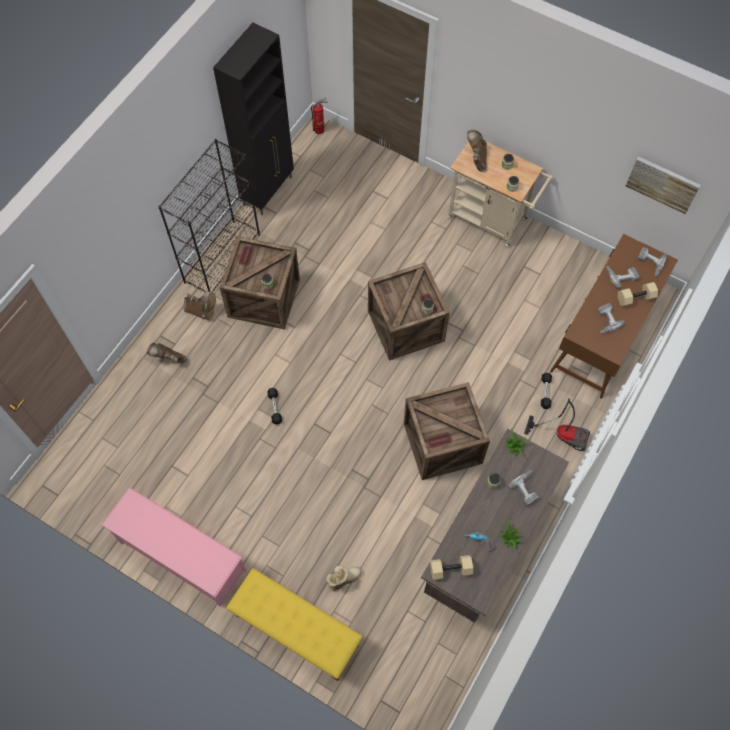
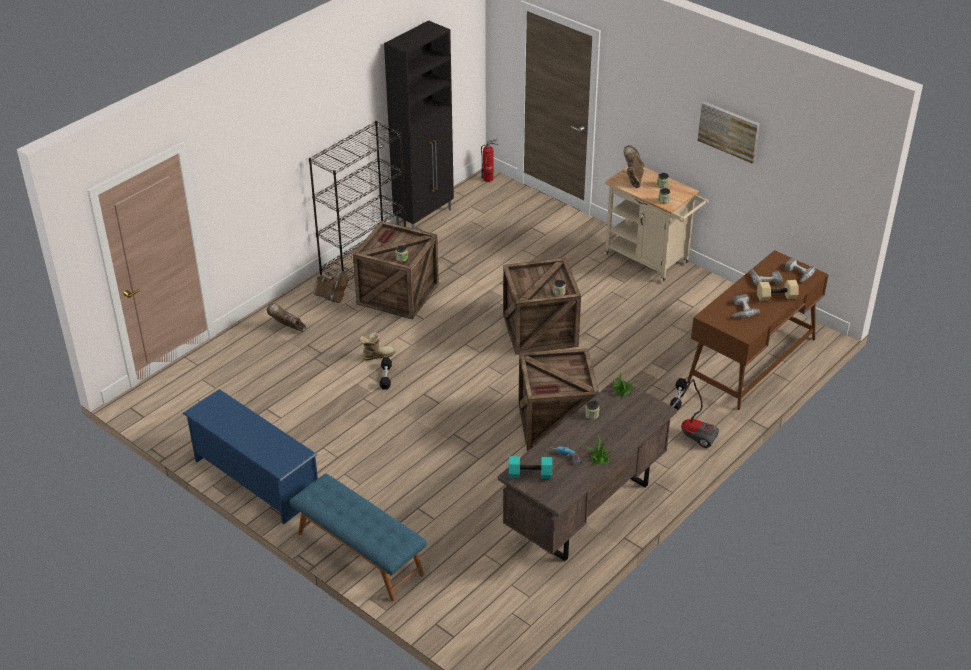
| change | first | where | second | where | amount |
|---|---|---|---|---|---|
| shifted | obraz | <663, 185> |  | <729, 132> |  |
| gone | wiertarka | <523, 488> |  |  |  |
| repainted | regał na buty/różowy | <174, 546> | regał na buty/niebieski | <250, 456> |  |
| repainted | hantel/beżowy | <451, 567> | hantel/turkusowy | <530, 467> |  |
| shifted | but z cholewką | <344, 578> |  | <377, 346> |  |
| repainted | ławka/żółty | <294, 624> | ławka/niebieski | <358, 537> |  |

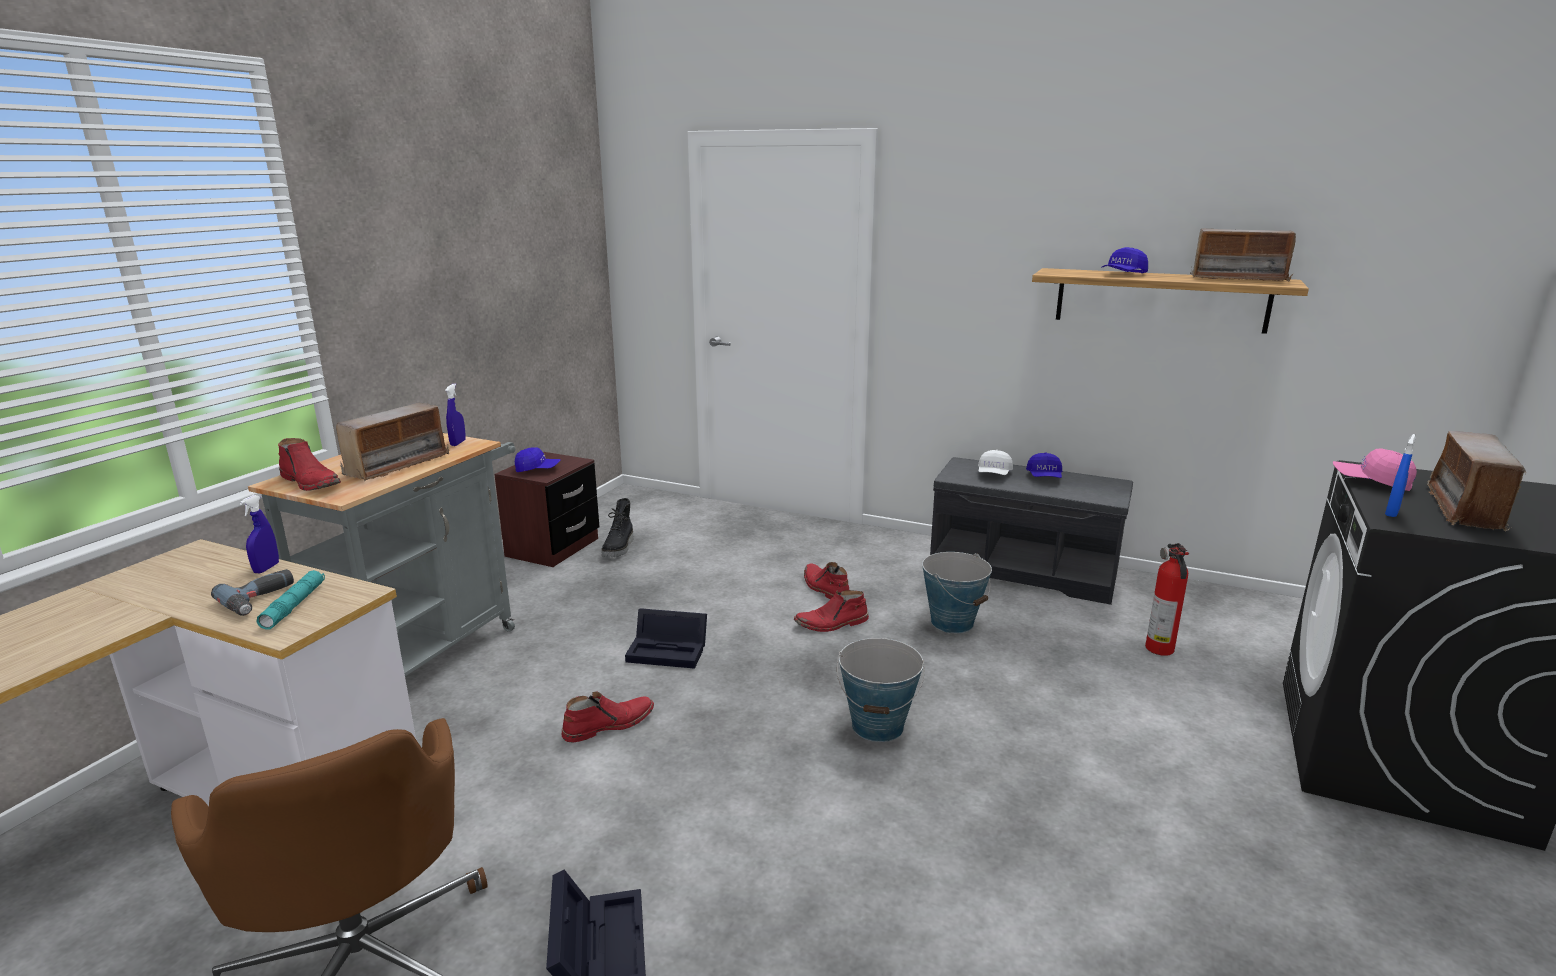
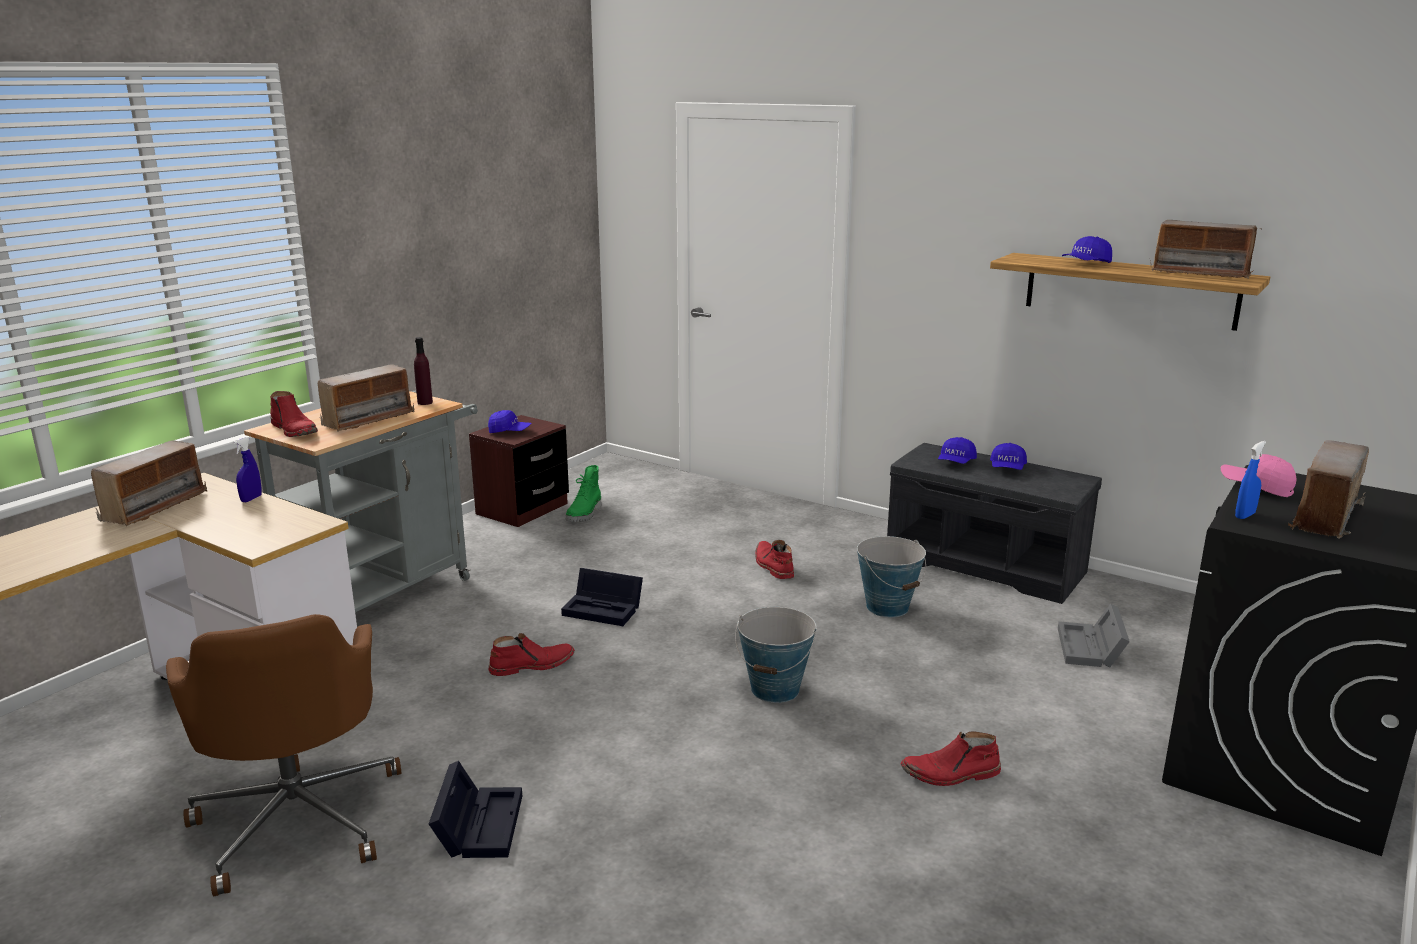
| change | first | where | second | where | amount |
|---|---|---|---|---|---|
| swapped | spryskiwacz/niebieski | <455, 414> | butelka/fioletowy | <423, 371> |  |
| repainted | czapka z daszkiem/biały | <995, 462> | czapka z daszkiem/niebieski | <957, 450> |  |
| repainted | but z cholewką/czarny | <617, 527> | but z cholewką/zielony | <583, 493> |  |
| swapped | gaśnica | <1167, 599> | pojemnik do przechowywania/szary | <1094, 635> |  |
| gone | wiertarka | <252, 592> |  |  |  |
| gone | latarka/turkusowy | <291, 600> |  |  |  |
| shifted | but z cholewką/czerwony | <831, 611> |  | <951, 758> |  |
| new |  |  | radio | <149, 483> |  |

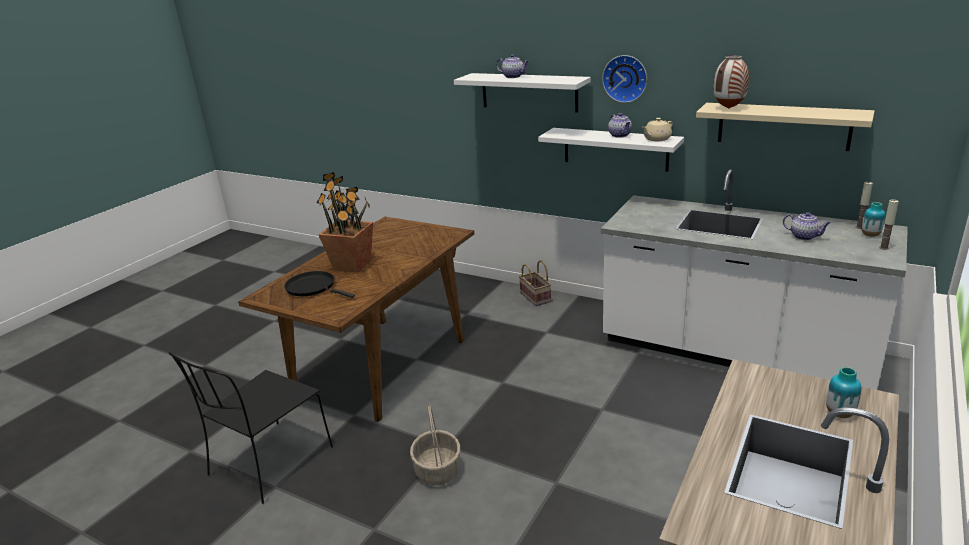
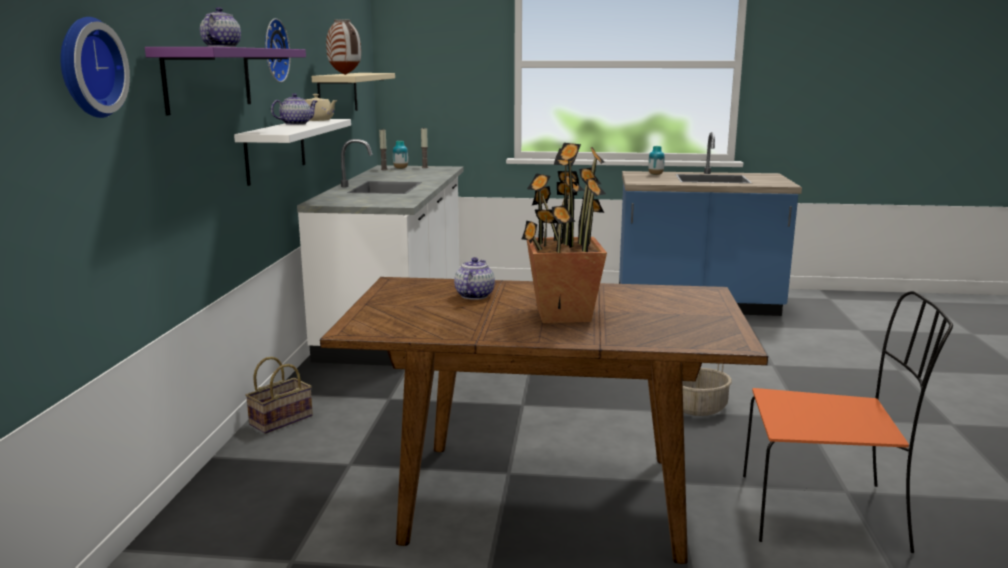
| change | first | where | second | where | amount |
|---|---|---|---|---|---|
| repainted | półka/biały | <522, 92> | półka/fioletowy | <225, 81> |  |
| shifted | imbryk | <807, 226> |  | <474, 278> |  |
| gone | patelnia/czarny | <319, 284> |  |  |  |
| repainted | krzesło/czarny | <251, 428> | krzesło/pomarańczowy | <848, 422> |  |
| new |  |  | zegar ścienny | <95, 67> |  |

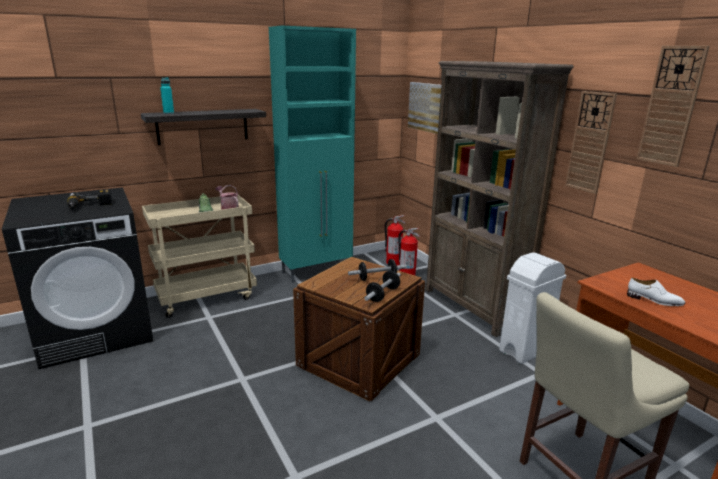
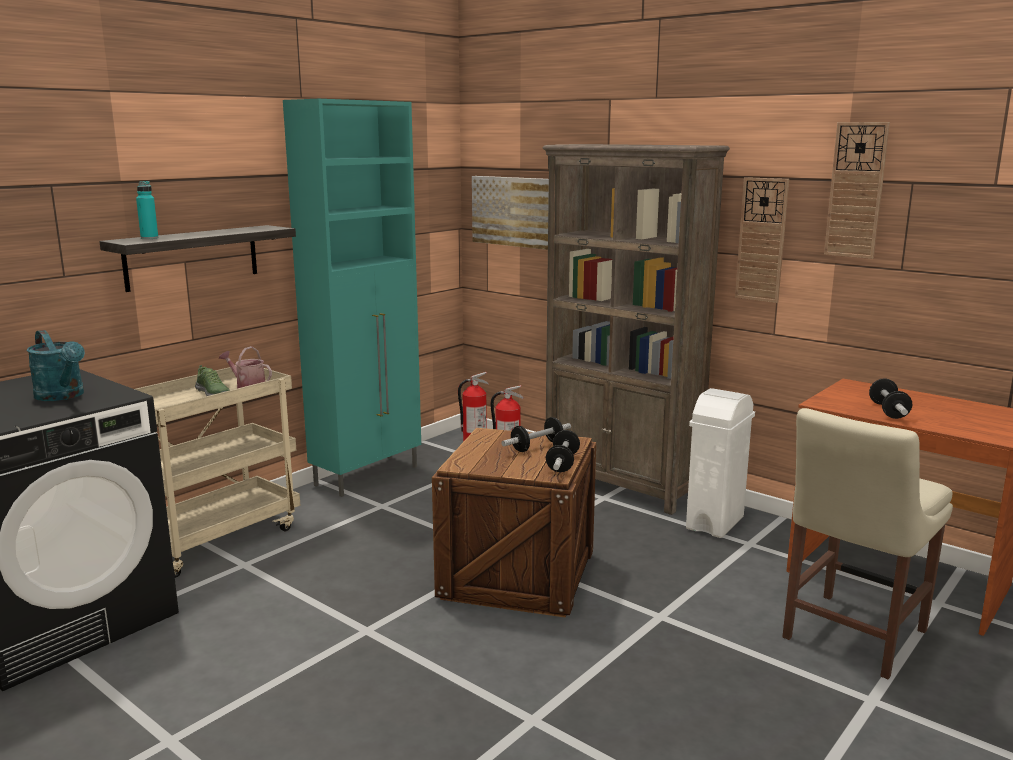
| change | first | where | second | where | amount |
|---|---|---|---|---|---|
| swapped | wiertarka | <89, 198> | konewka/turkusowy | <56, 365> |  |
| swapped | but/biały | <656, 292> | hantel | <890, 398> |  |

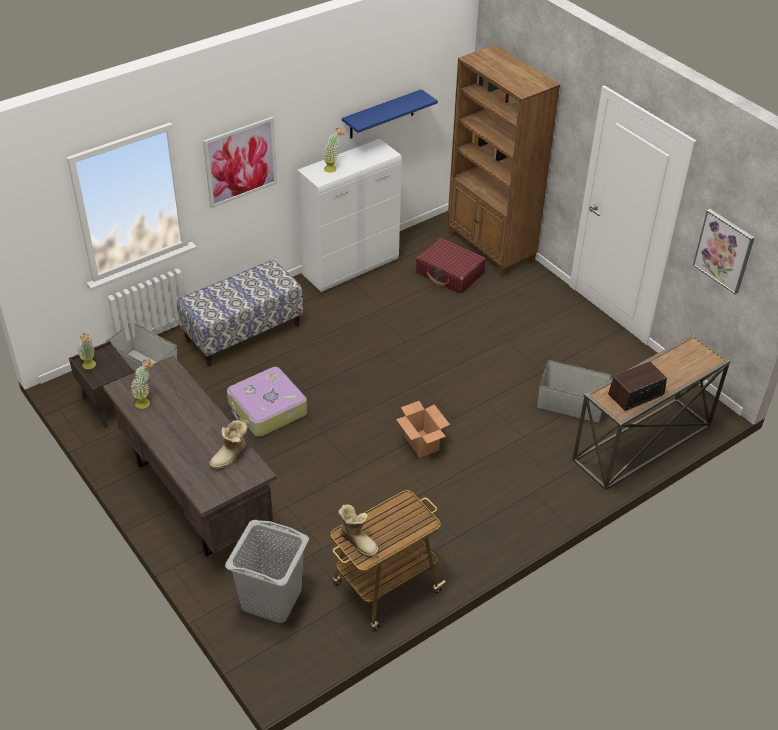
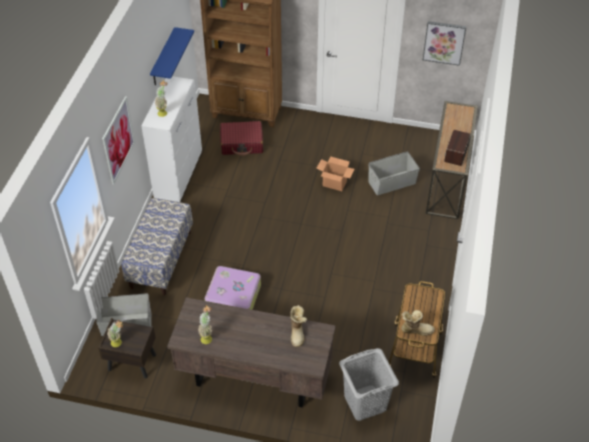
| change | first | where | second | where | amount |
|---|---|---|---|---|---|
| shifted | karton | <423, 429> |  | <335, 173> |  |

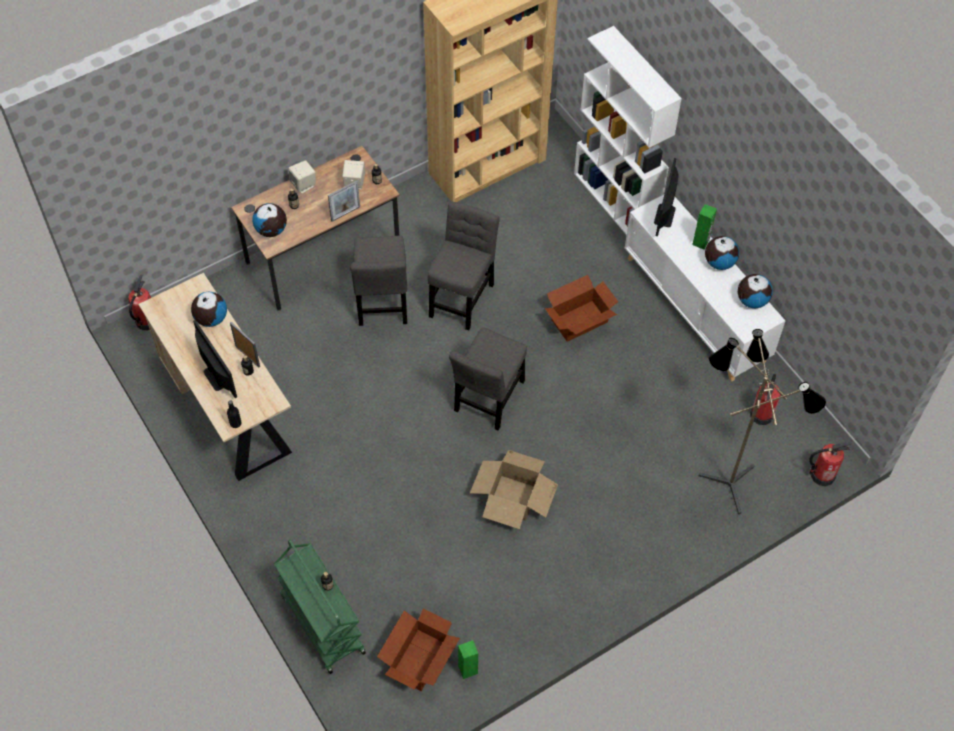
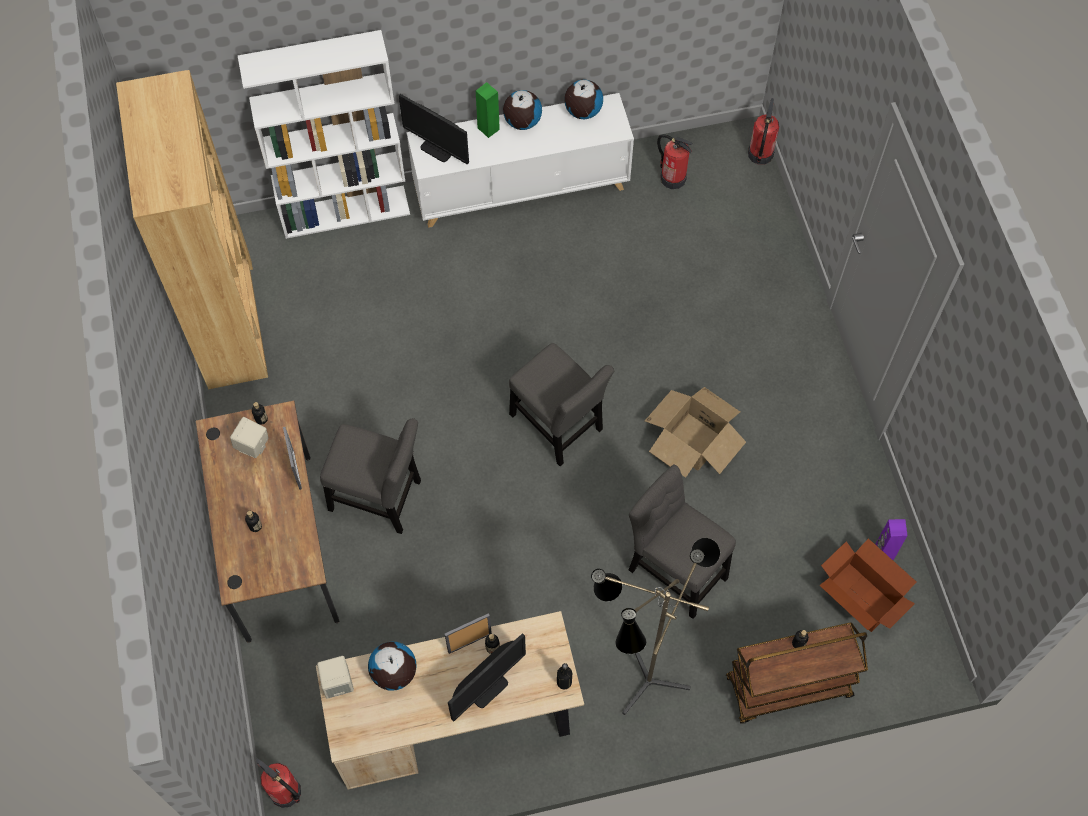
| change | first | where | second | where | amount |
|---|---|---|---|---|---|
| shifted | głośnik/beżowy | <302, 176> |  | <335, 677> |  |
| shifted | krzesło/szary | <464, 265> |  | <682, 542> |  |
| gone | globus | <269, 220> |  |  |  |
| gone | karton | <581, 308> |  |  |  |
| rotated | monitor | <215, 359> |  | <487, 677> | 150 degrees clockwise |
| shifted | lampa stojąca | <762, 421> |  | <655, 626> |  |
| repainted | wózek/zielony | <320, 607> | wózek/brązowy | <797, 673> |  |
| repainted | głośnik/zielony | <468, 659> | głośnik/fioletowy | <892, 539> |  |

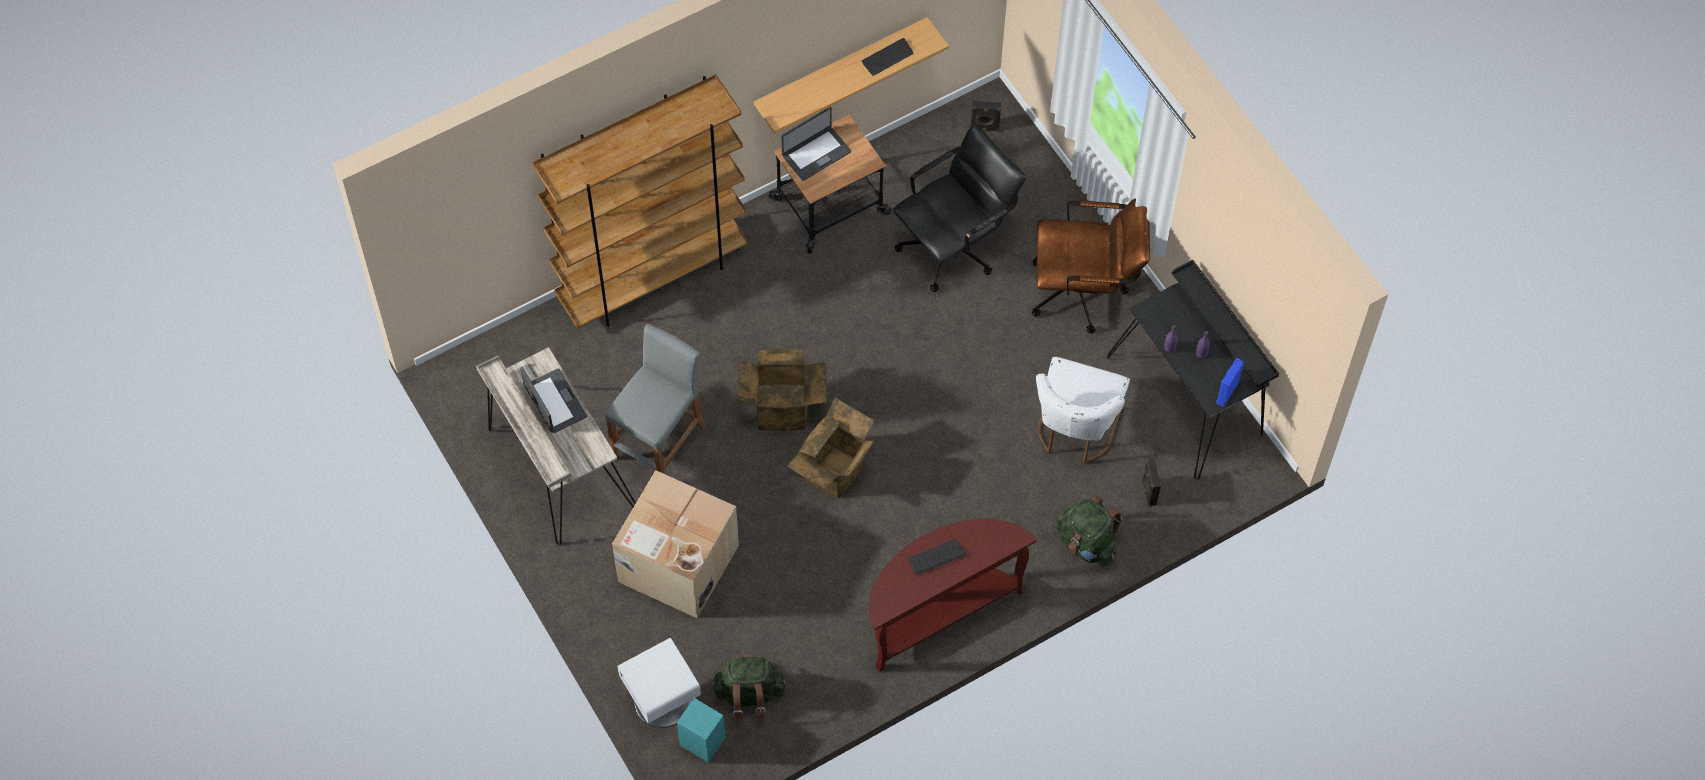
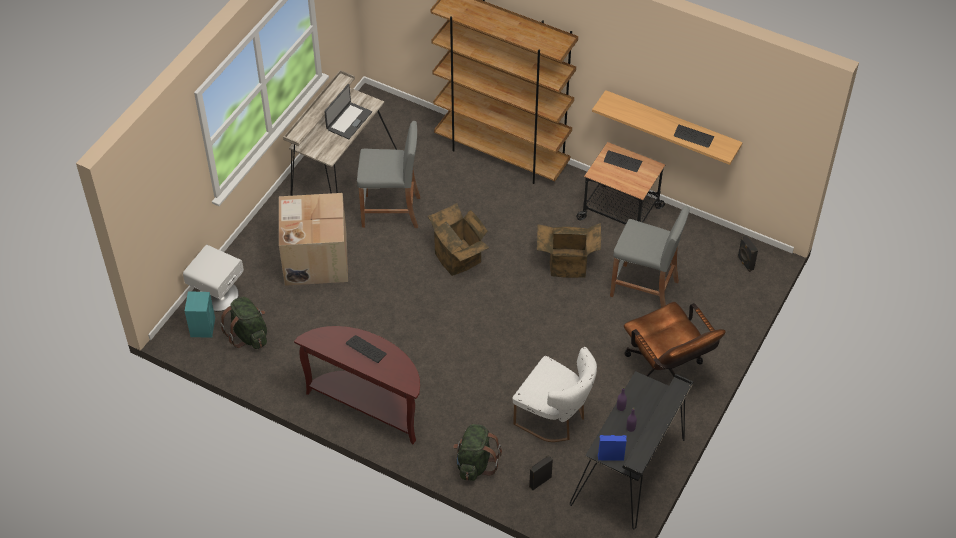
| change | first | where | second | where | amount |
|---|---|---|---|---|---|
| swapped | laptop | <816, 144> | klawiatura | <623, 161> |  |
| swapped | krzesło biurowe/czarny | <959, 208> | stołek/szary | <650, 256> |  |
| rotated | krzesło/biały | <1083, 410> |  | <555, 394> | 135 degrees counterclockwise |
| shifted | karton | <831, 448> |  | <569, 250> |  |

